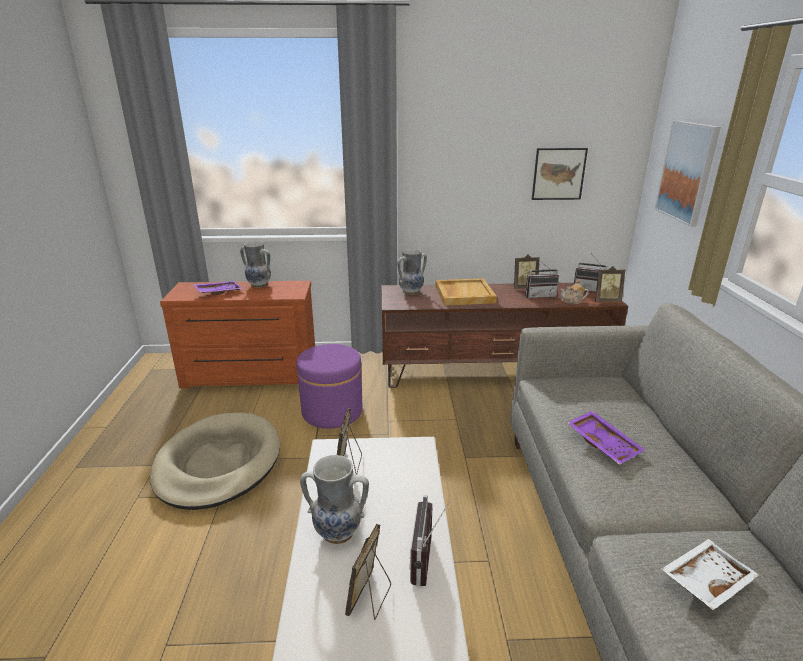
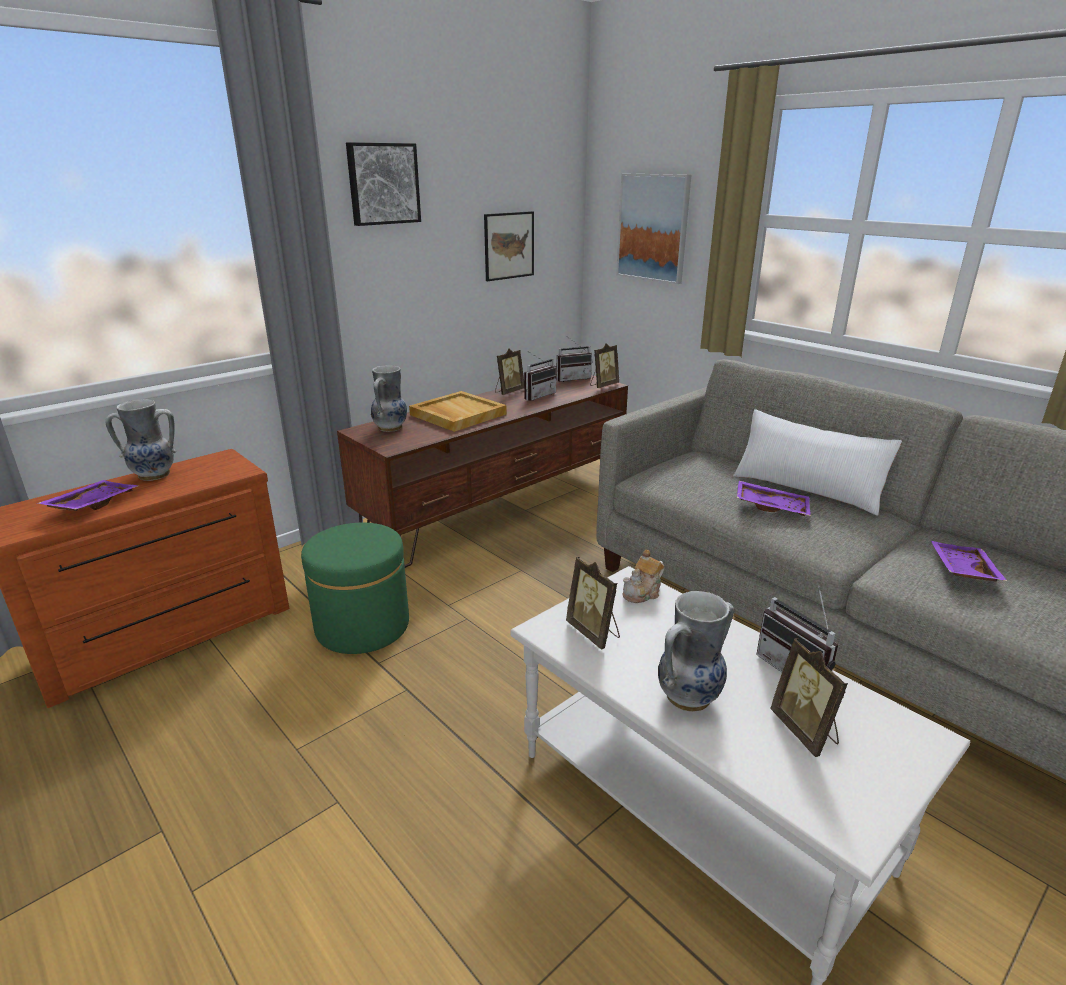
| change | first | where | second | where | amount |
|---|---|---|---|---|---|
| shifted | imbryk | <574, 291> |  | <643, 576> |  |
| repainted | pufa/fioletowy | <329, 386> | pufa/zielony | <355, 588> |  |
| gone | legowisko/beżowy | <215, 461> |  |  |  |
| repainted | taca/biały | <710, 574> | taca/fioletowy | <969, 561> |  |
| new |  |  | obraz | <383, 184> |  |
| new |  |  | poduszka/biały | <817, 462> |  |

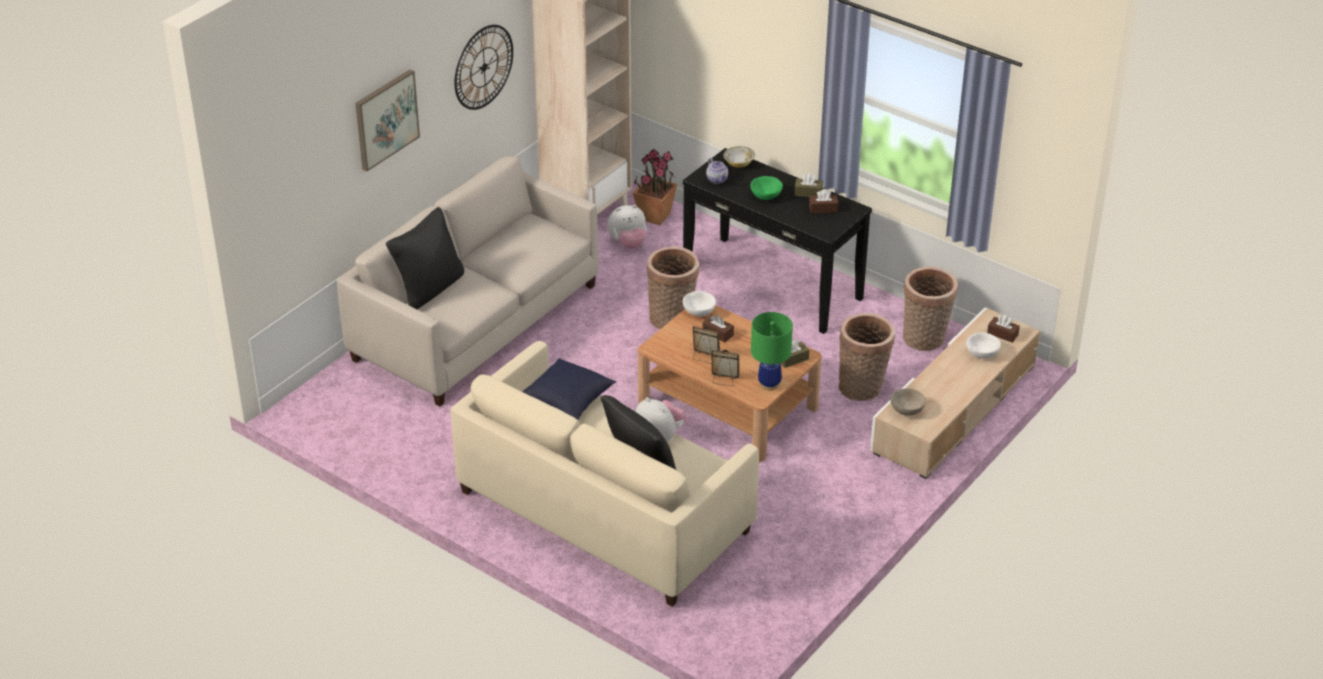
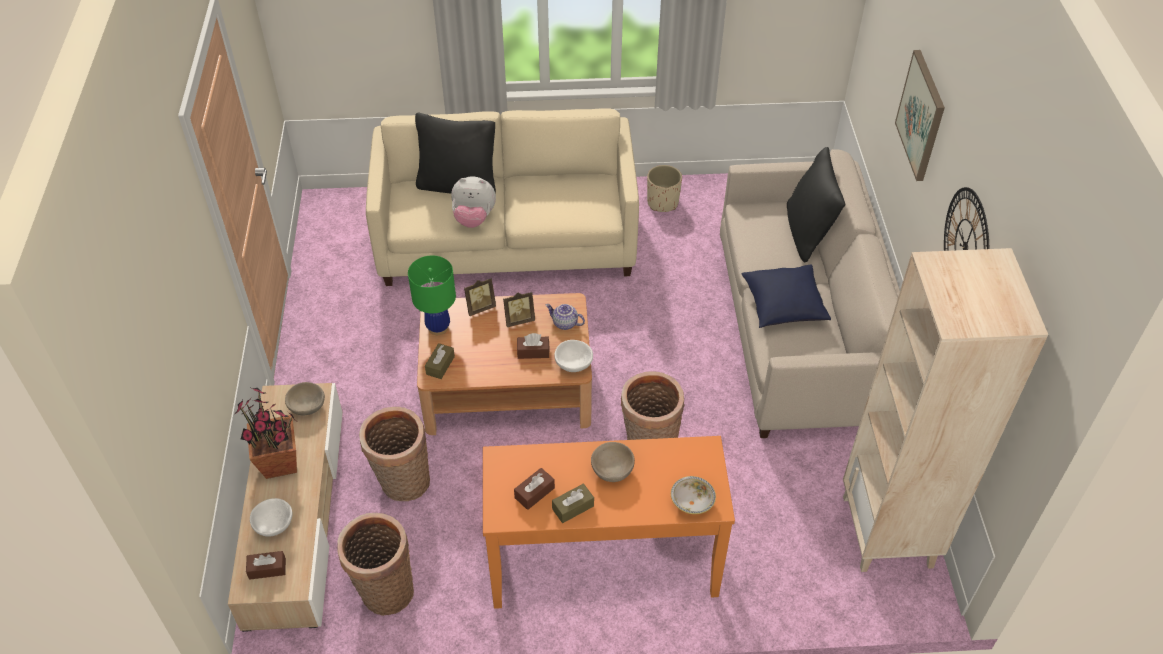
| change | first | where | second | where | amount |
|---|---|---|---|---|---|
| repainted | stolik konsolowy/czarny | <777, 241> | stolik konsolowy/pomarańczowy | <609, 522> |  |
| shifted | roślina doniczkowa | <655, 187> |  | <266, 433> |  |
| shifted | imbryk | <717, 171> |  | <565, 317> |  |
| repainted | miska/zielony | <767, 188> | miska/beżowy | <613, 462> |  |
| gone | pluszak | <627, 227> |  |  |  |
| shifted | poduszka/niebieski | <569, 389> |  | <786, 296> |  |
| new |  |  | donica/beżowy | <664, 188> |  |

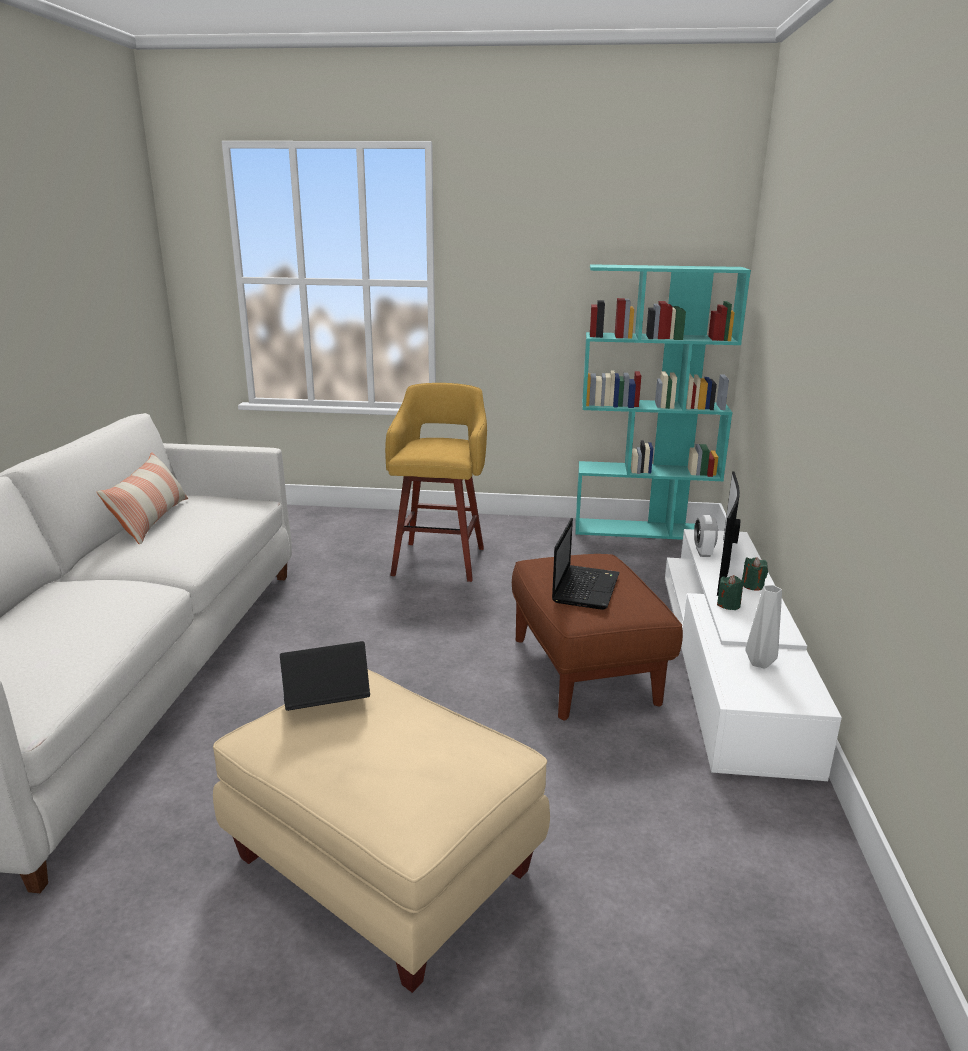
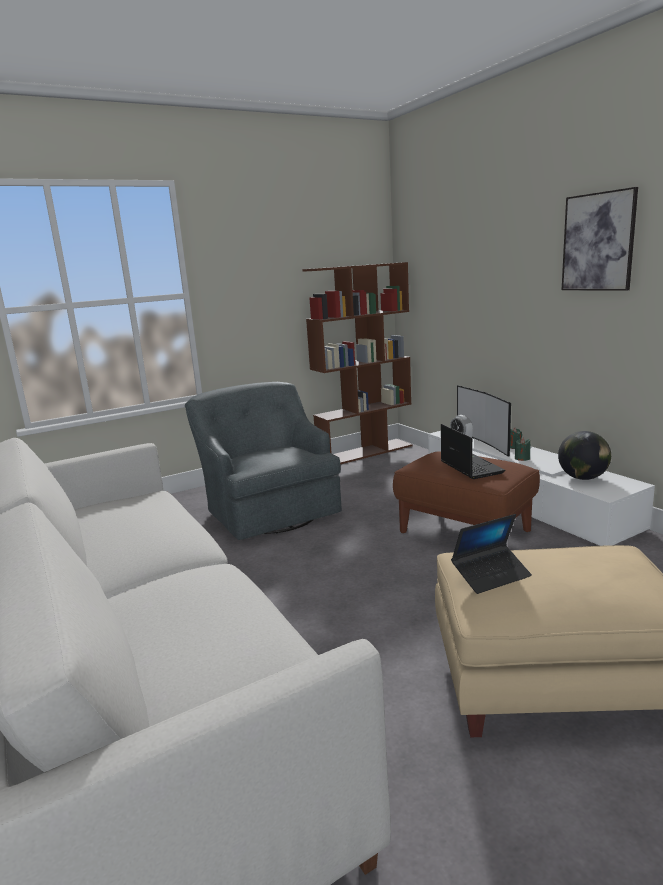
| change | first | where | second | where | amount |
|---|---|---|---|---|---|
| repainted | regał/turkusowy | <663, 402> | regał/brązowy | <357, 363> |  |
| swapped | stołek/żółty | <436, 482> | fotel/szary | <263, 461> |  |
| gone | poduszka | <142, 498> |  |  |  |
| swapped | wazon/szary | <763, 627> | globus | <584, 455> |  |
| rotated | laptop | <325, 676> |  | <491, 554> | 150 degrees counterclockwise |
| new |  |  | obraz | <600, 239> |  |

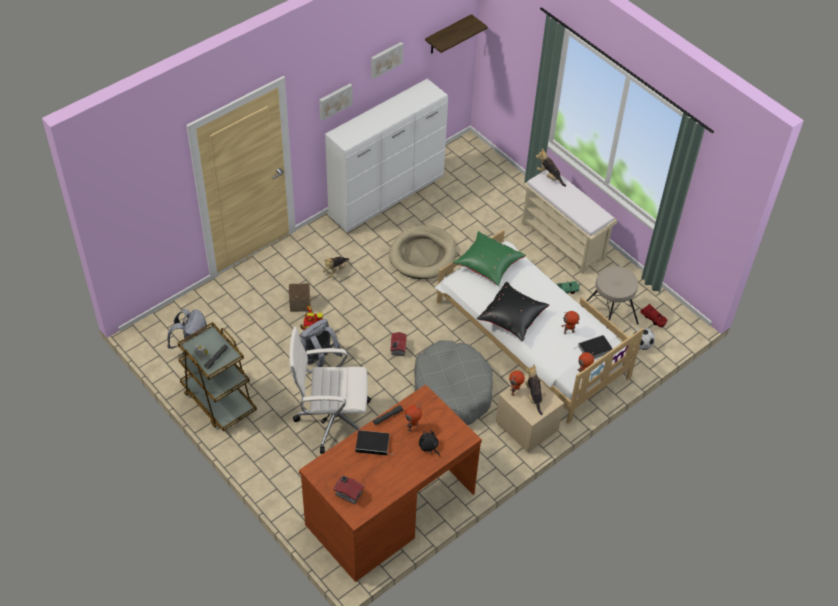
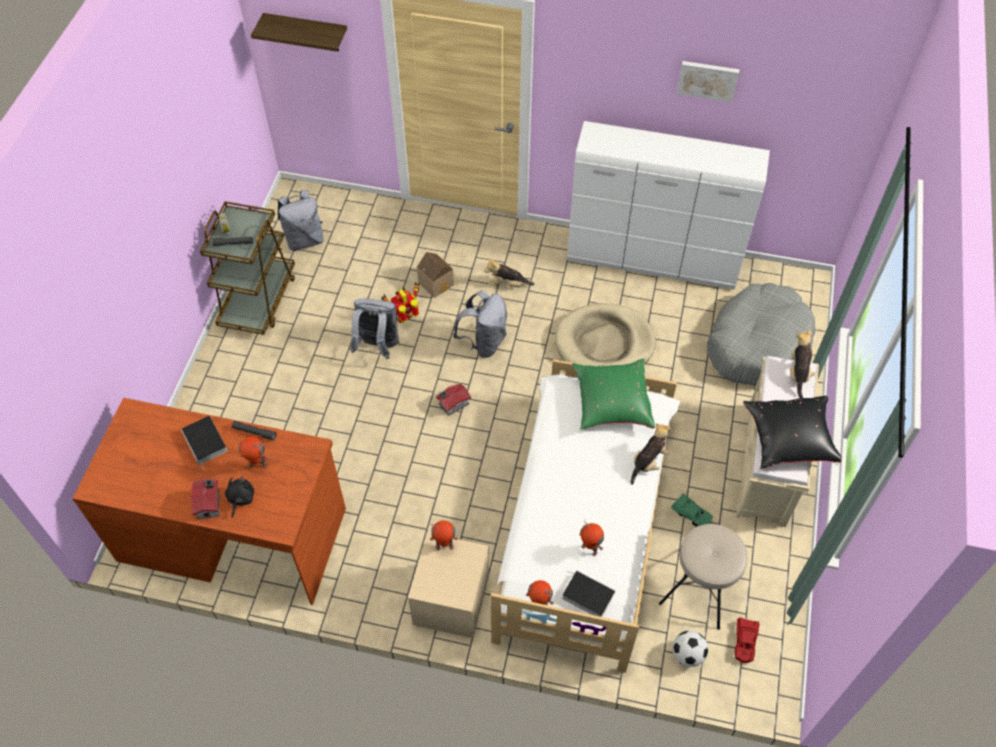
| change | first | where | second | where | amount |
|---|---|---|---|---|---|
| shifted | półka | <456, 34> |  | <299, 32> |  |
| gone | obraz | <336, 102> |  |  |  |
| shifted | poduszka/czarny | <513, 312> |  | <792, 432> |  |
| gone | krzesło biurowe/biały | <330, 390> |  |  |  |
| shifted | legowisko/szary | <453, 382> |  | <761, 334> |  |
| shifted | pluszak | <535, 389> |  | <651, 454> |  |
| shifted | domek | <348, 489> |  | <205, 499> |  |
| new |  |  | plecak/szary | <480, 324> |  |

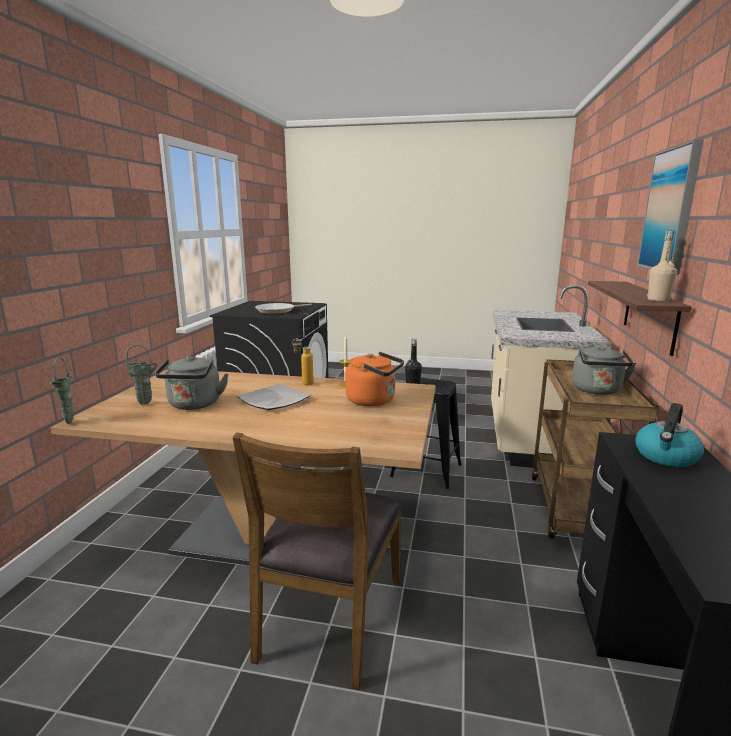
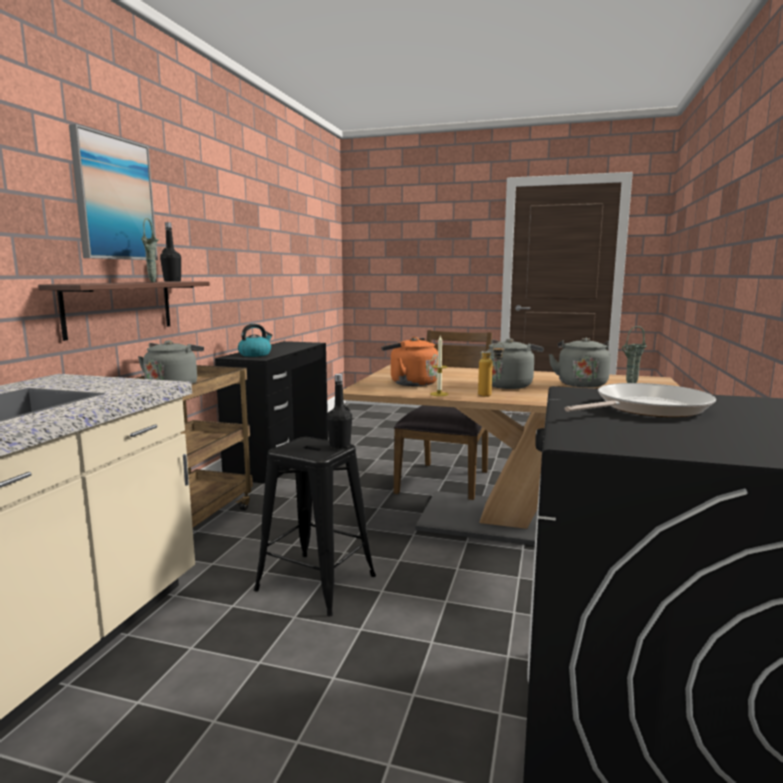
| change | first | where | second | where | amount |
|---|---|---|---|---|---|
| repainted | butelka/beżowy | <662, 266> | butelka/czarny | <170, 252> |  |
| shifted | wazon/zielony | <62, 390> |  | <149, 250> |  |
| swapped | talerz | <274, 397> | czajnik/szary | <512, 363> |  |

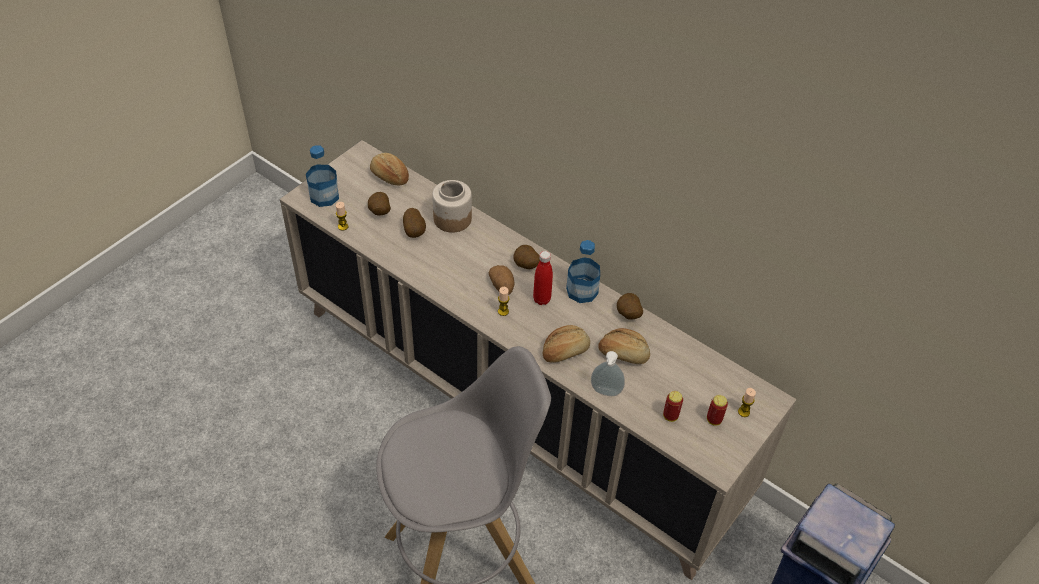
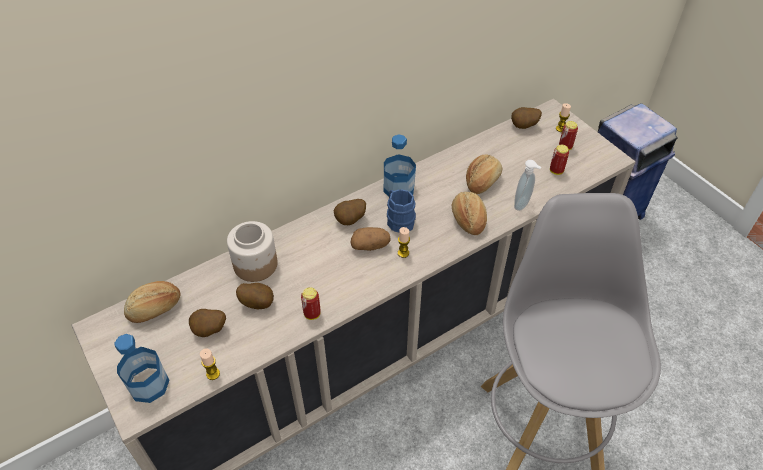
| change | first | where | second | where | amount |
|---|---|---|---|---|---|
| swapped | butelka/czerwony | <543, 278> | kubek/niebieski | <401, 210> |  |
| shifted | ziemniak | <630, 306> |  | <526, 118> |  |
| new |  |  | puszka | <311, 303> |  |

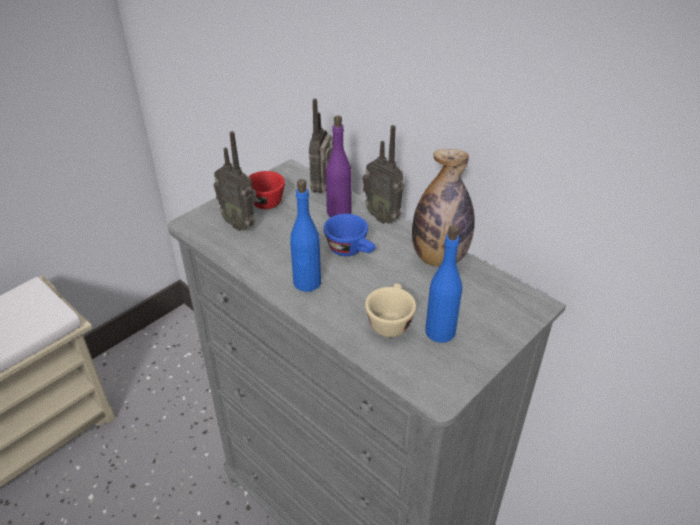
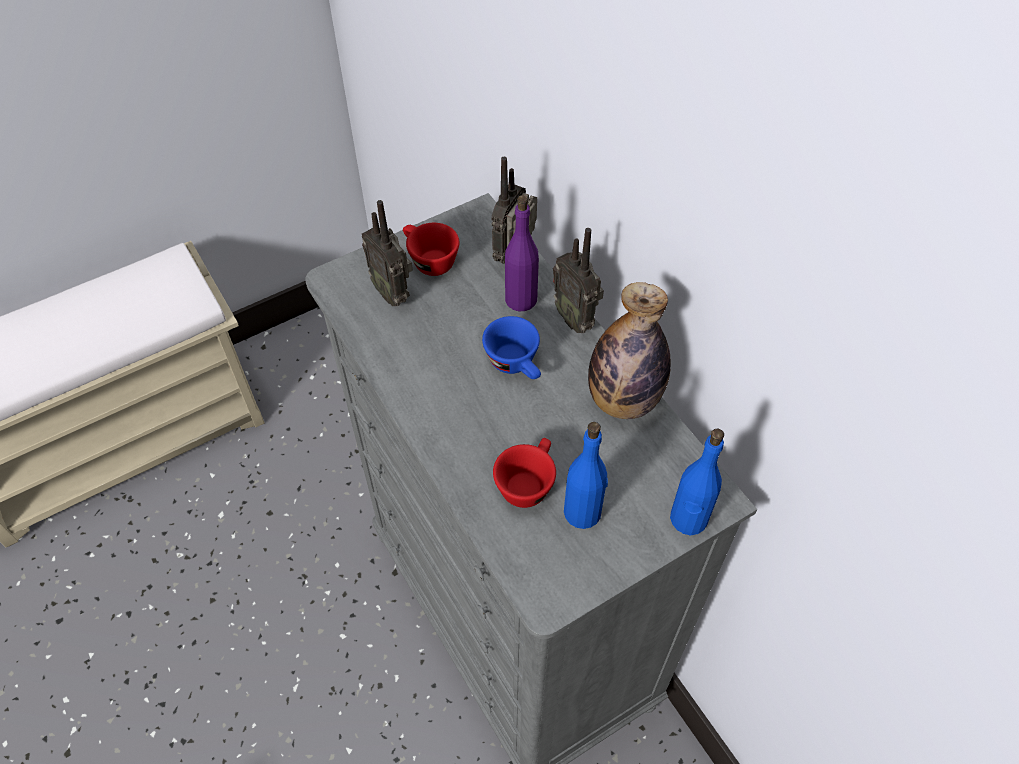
| change | first | where | second | where | amount |
|---|---|---|---|---|---|
| shifted | butelka/niebieski | <305, 235> |  | <697, 482> |  |
| repainted | filiżanka/beżowy | <390, 310> | filiżanka/czerwony | <524, 473> |  |

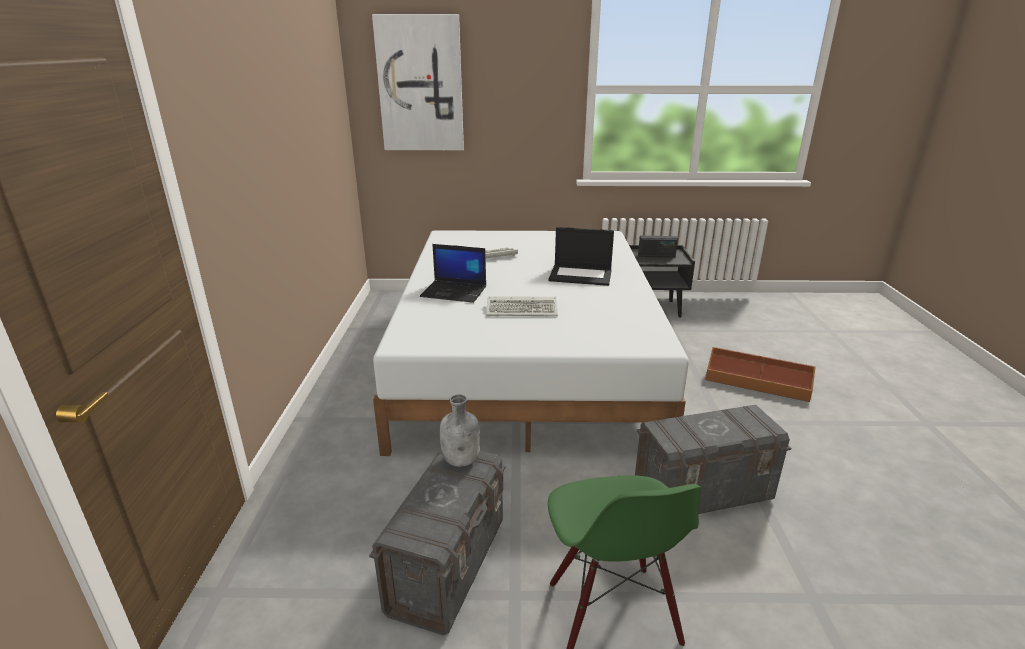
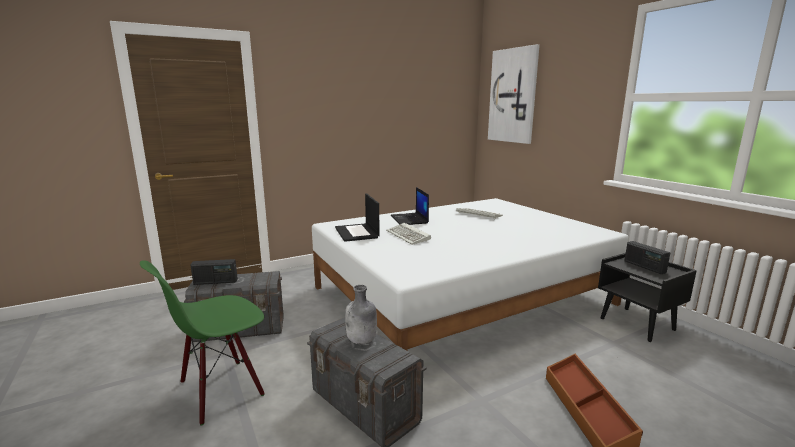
| change | first | where | second | where | amount |
|---|---|---|---|---|---|
| shifted | laptop | <581, 256> |  | <357, 217> |  |
| shifted | butelka/szary | <460, 430> |  | <361, 314> |  |
| new |  |  | radio | <214, 272> |  |

